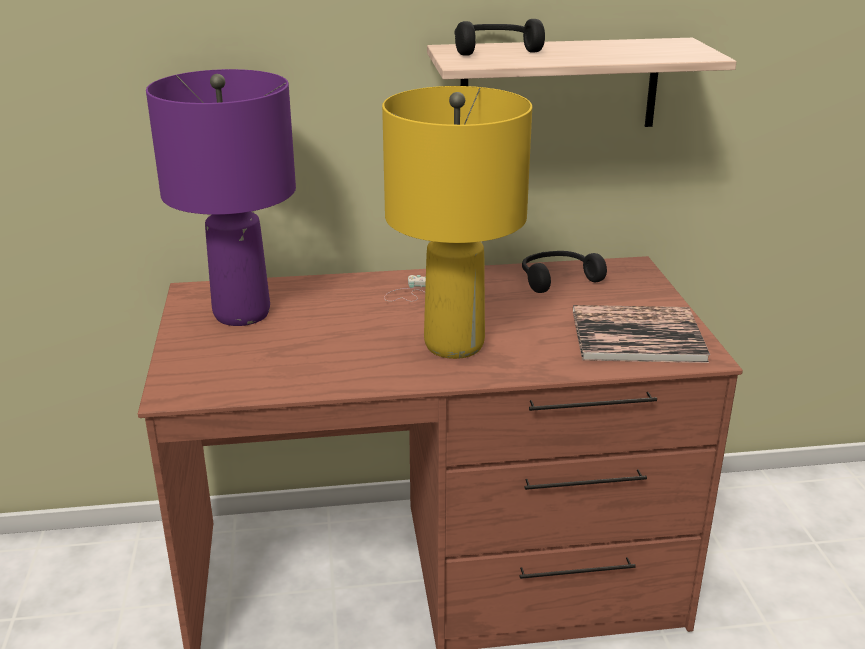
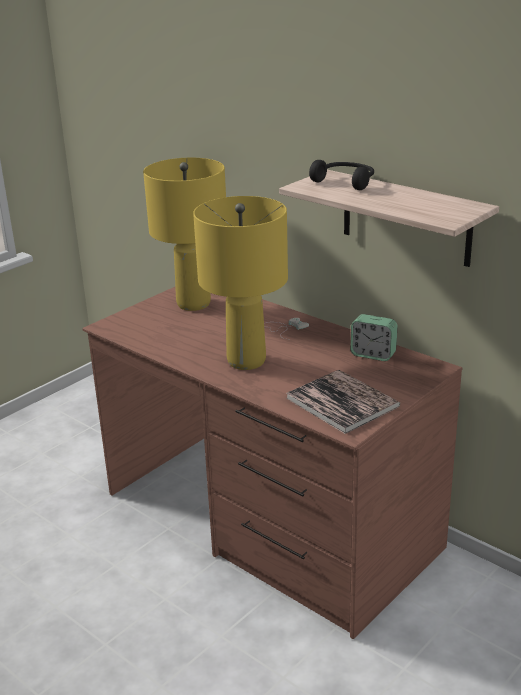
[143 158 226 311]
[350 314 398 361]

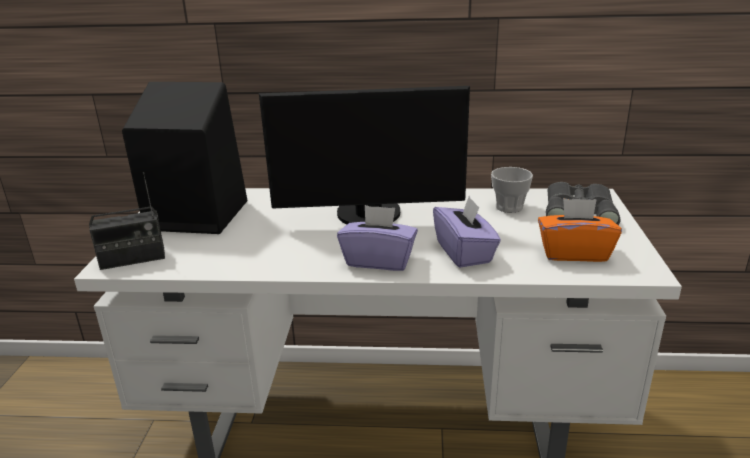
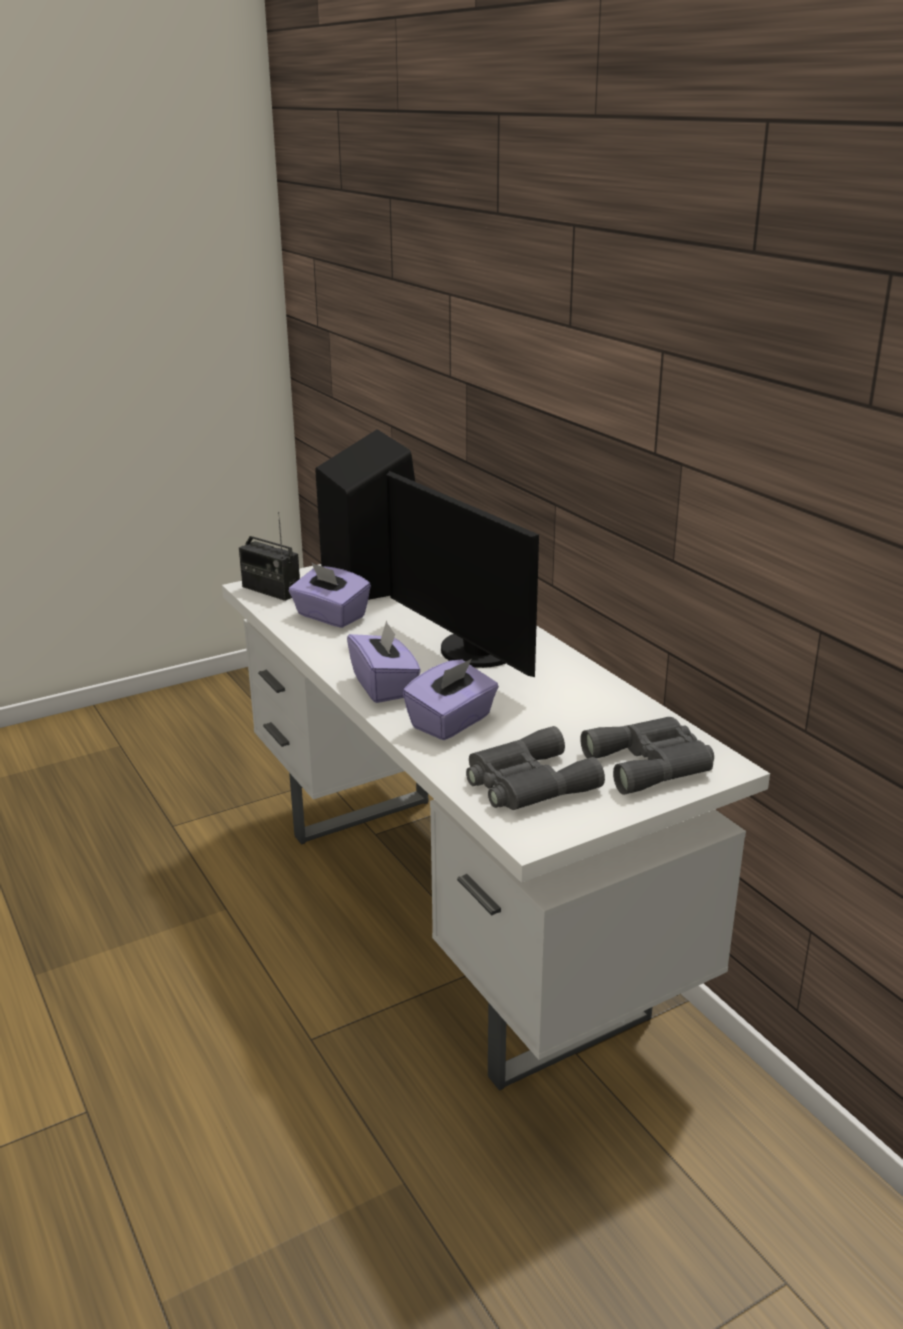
[289 562 371 628]
[466 726 605 810]
[491 167 533 213] (first image)

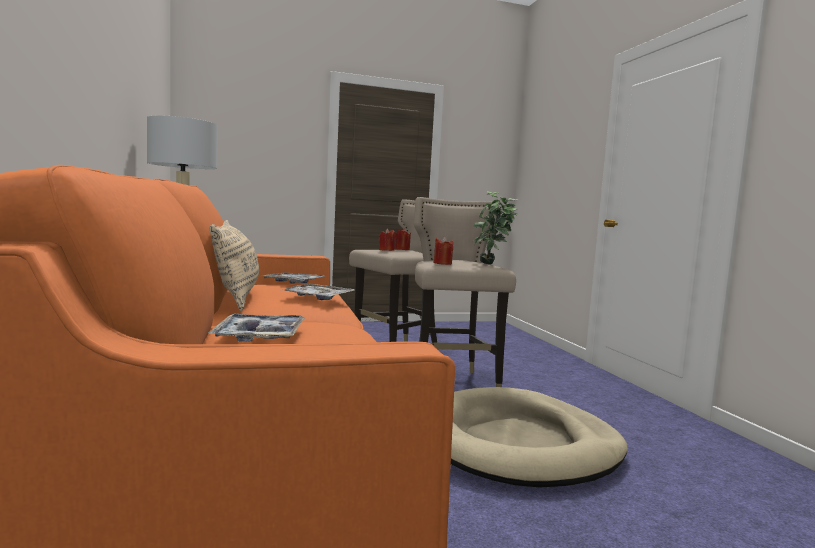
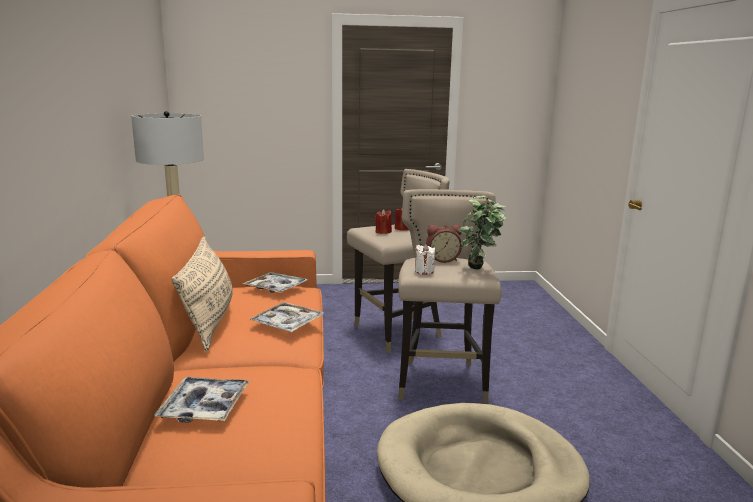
[415 244 435 275]
[426 225 462 263]

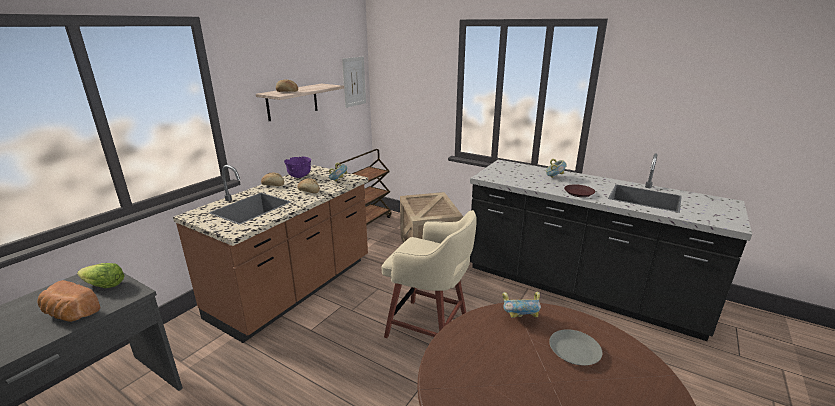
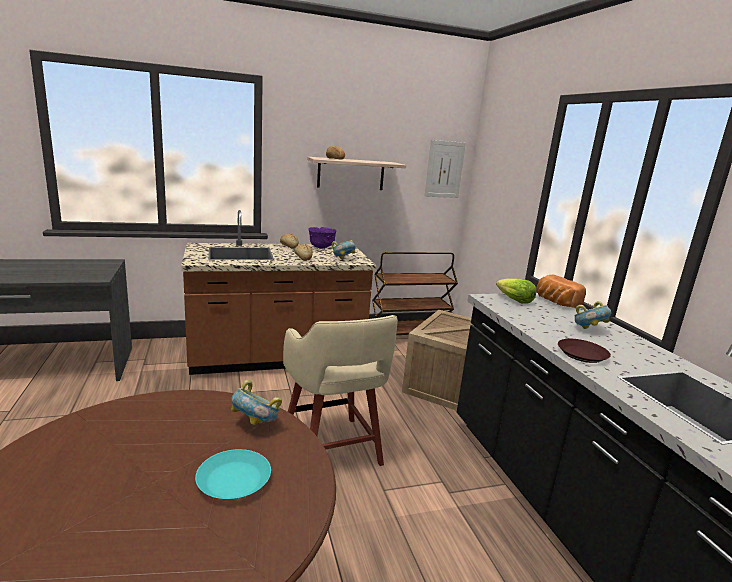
[195 449 271 500]
[496 278 536 303]
[536 275 586 308]

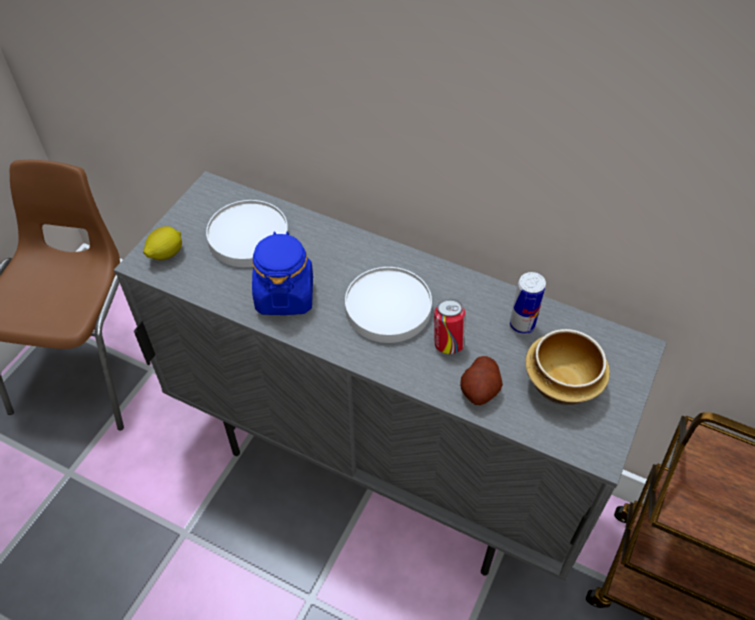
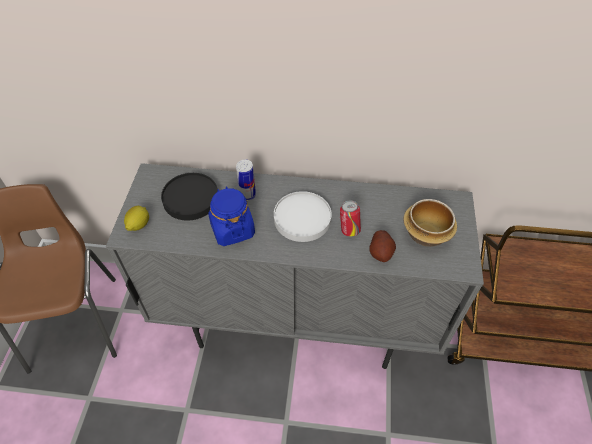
[161 173 218 221]
[236 159 256 201]

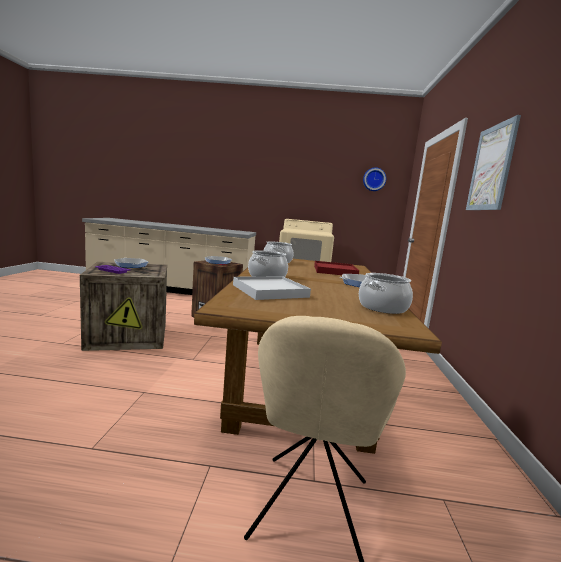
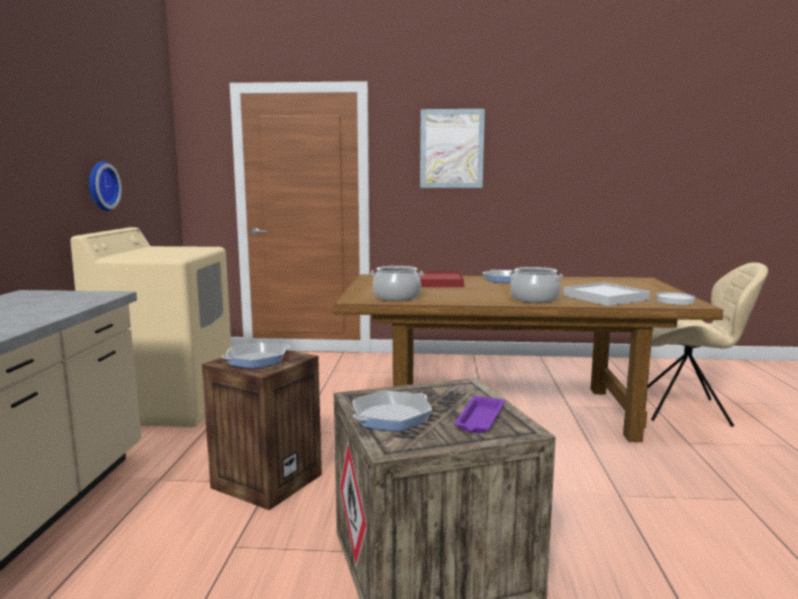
[89 161 122 211]
[656 292 695 305]
[359 273 413 314] (first image)

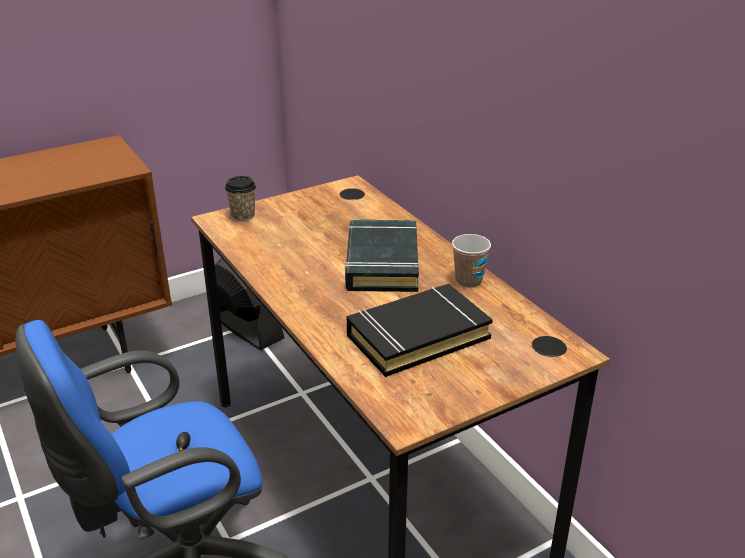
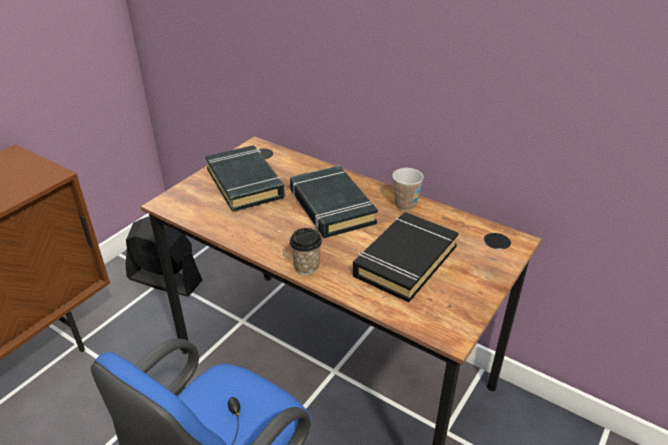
[205 145 285 212]
[290 228 322 275]

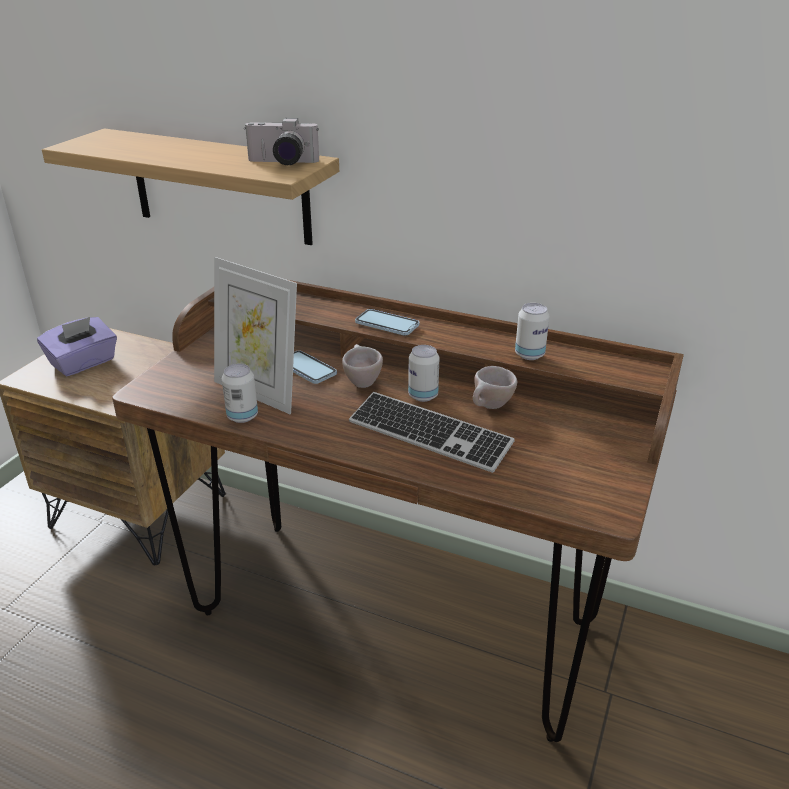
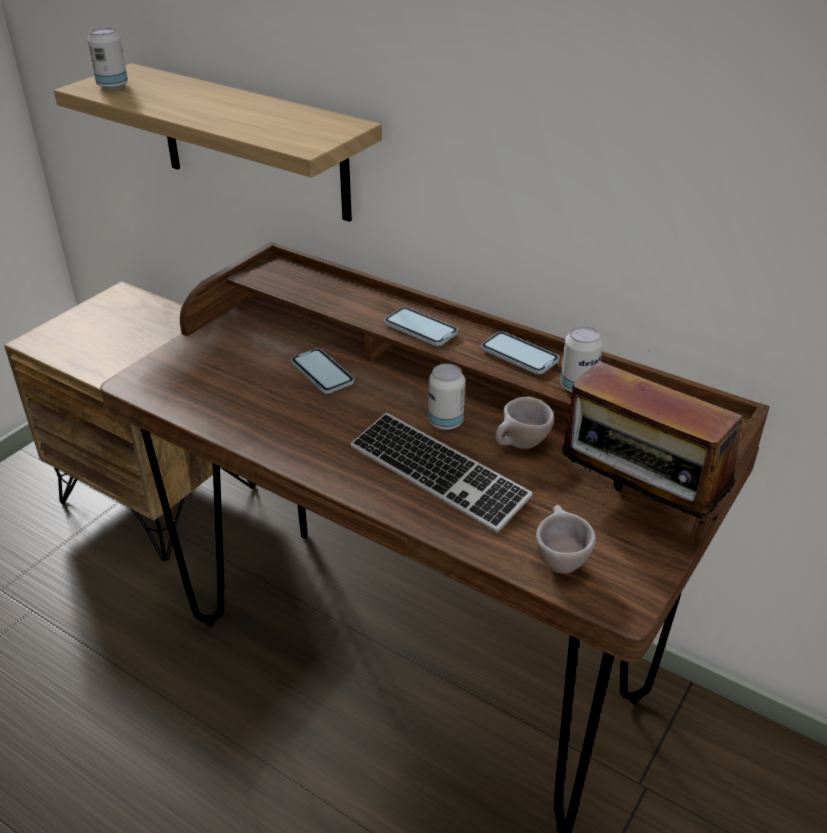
[88 27 128 90]
[481 331 559 374]
[536 505 596 574]
[562 360 742 528]
[37 317 117 377] (first image)
[214 257 297 414] (first image)
[244 118 319 165] (first image)

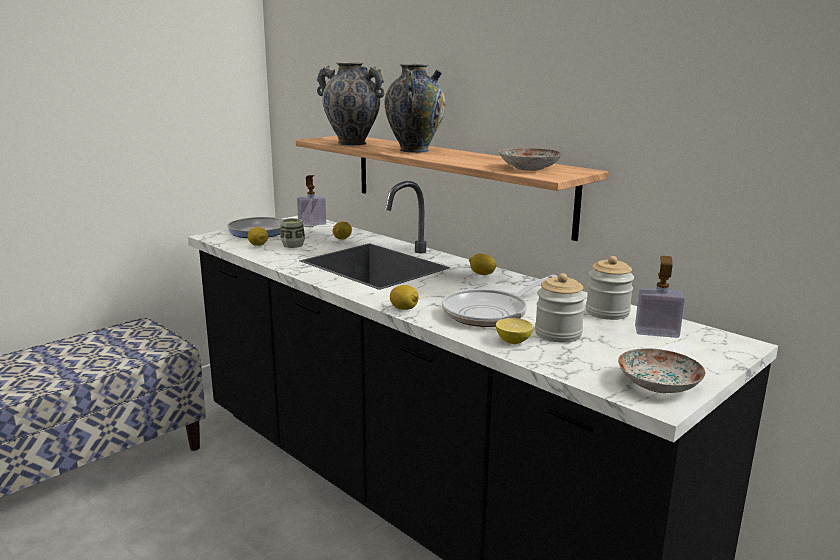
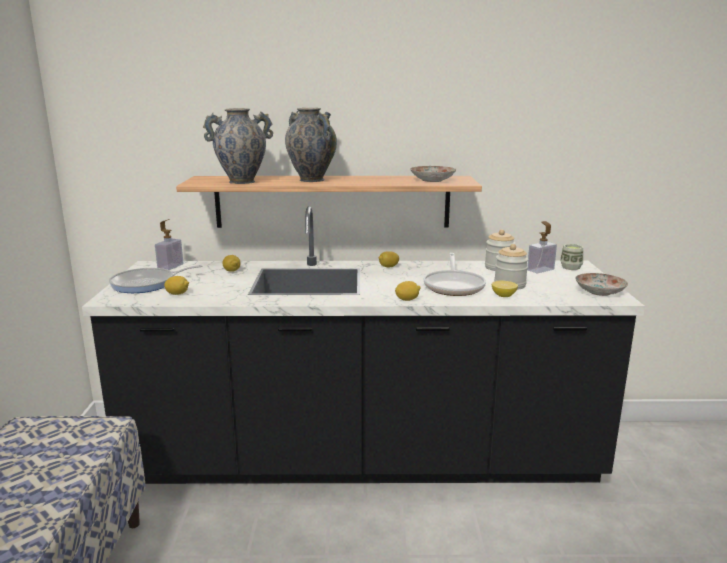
[560 244 583 270]

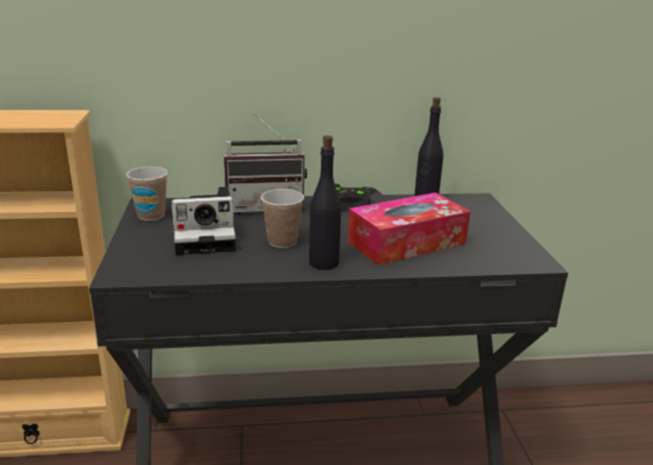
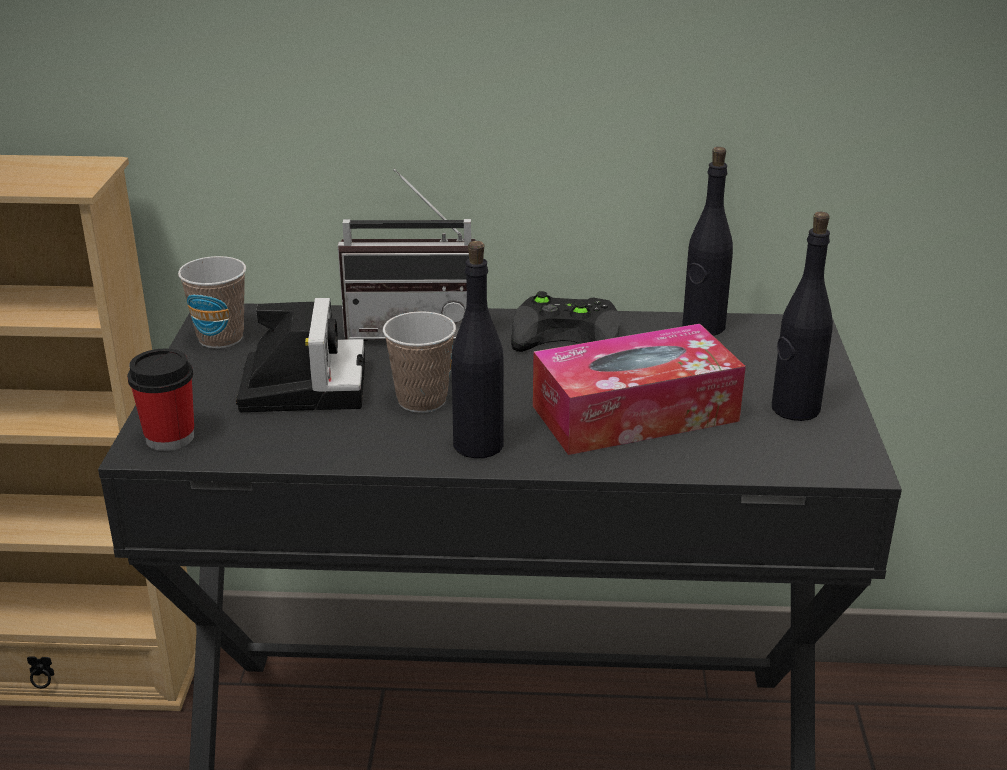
[127 349 194 451]
[236 298 365 412]
[772 212 833 421]

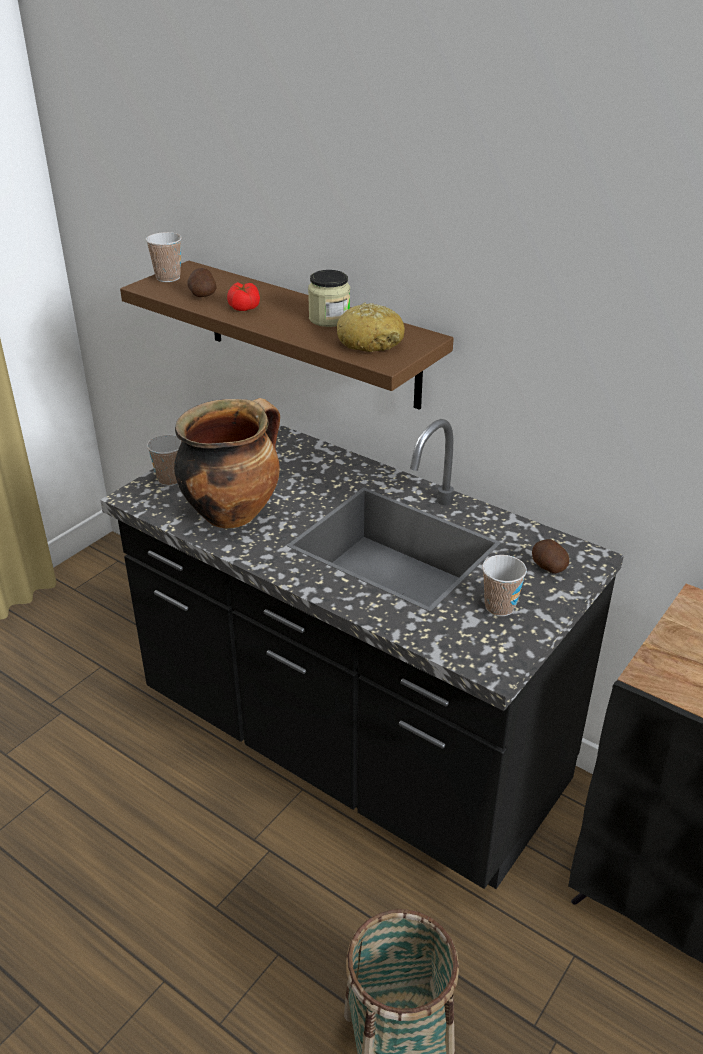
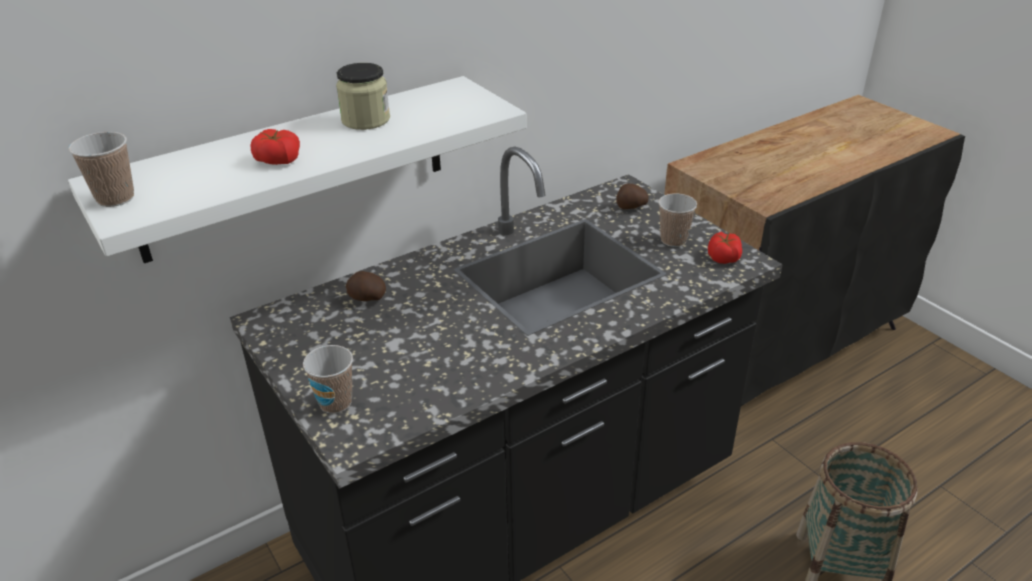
[68 76 527 263]
[346 271 386 301]
[708 232 742 264]
[174 398 280 528] (first image)
[337 303 405 352] (first image)

